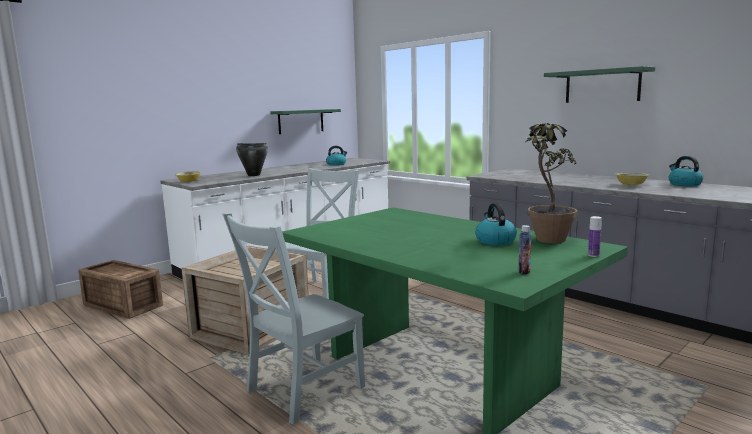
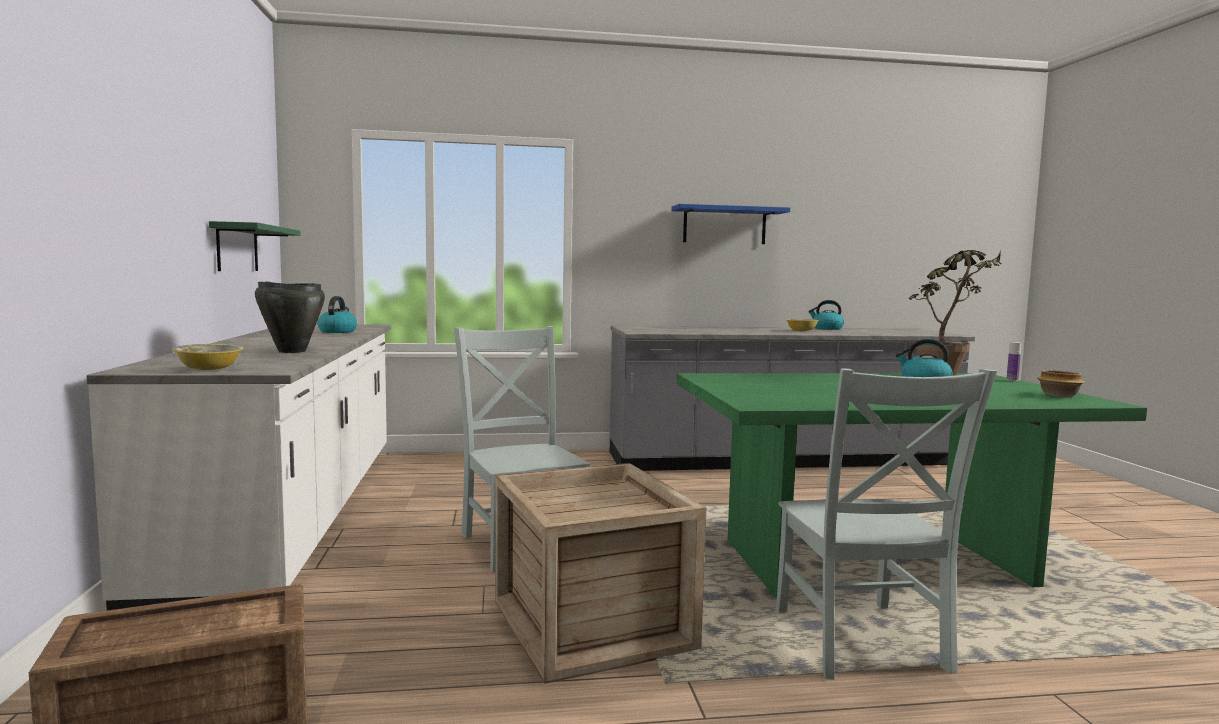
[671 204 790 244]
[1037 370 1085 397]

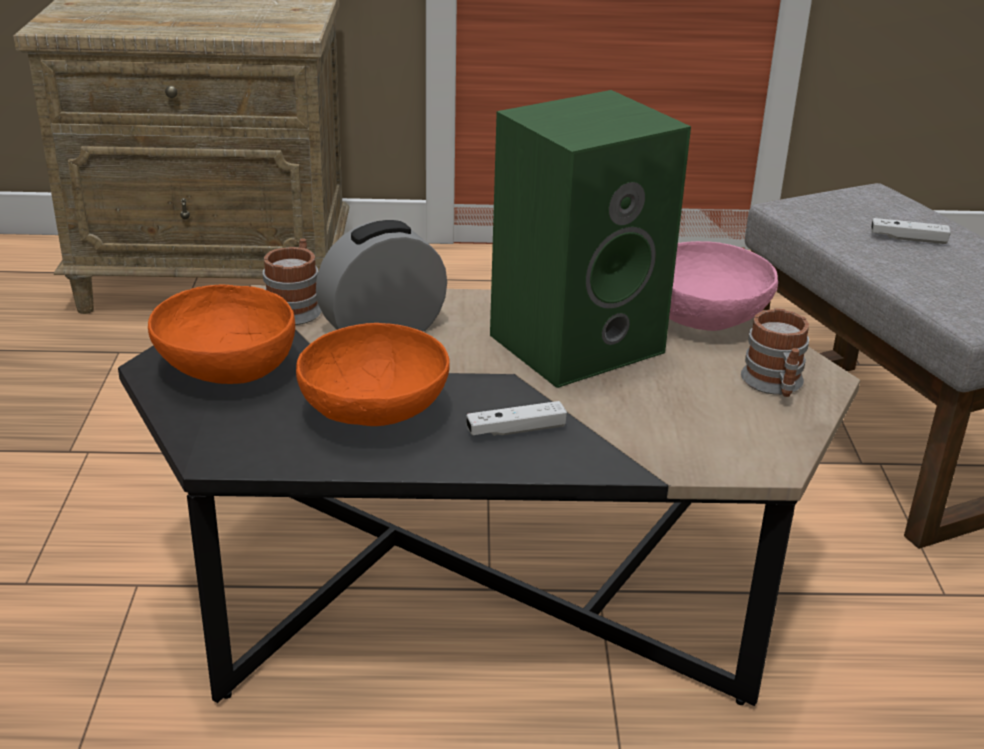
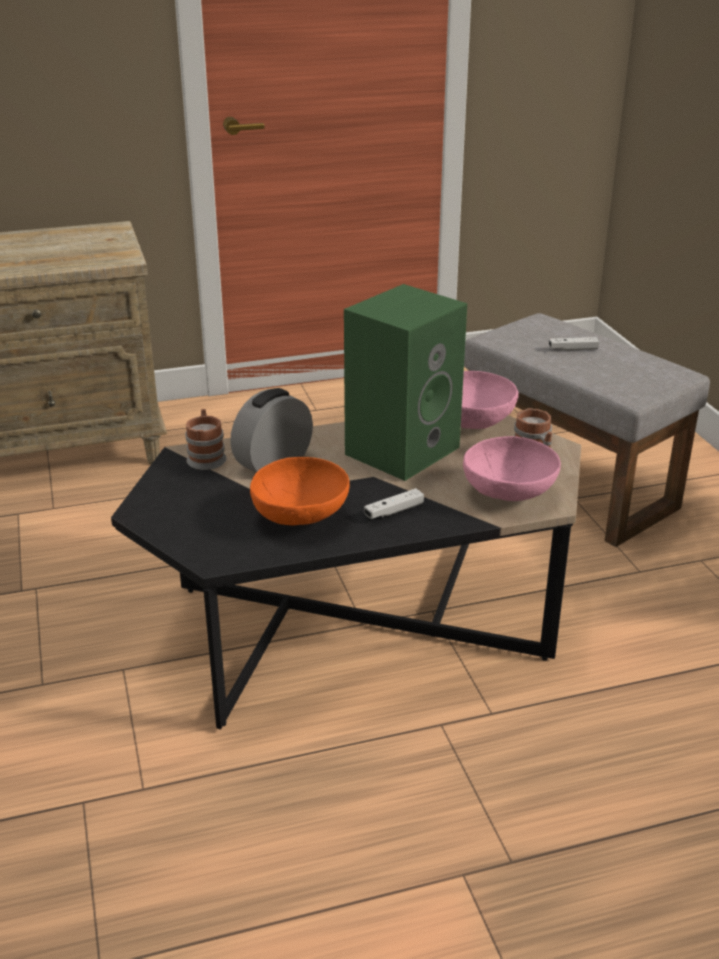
[463 436 561 501]
[148 285 295 384] (first image)

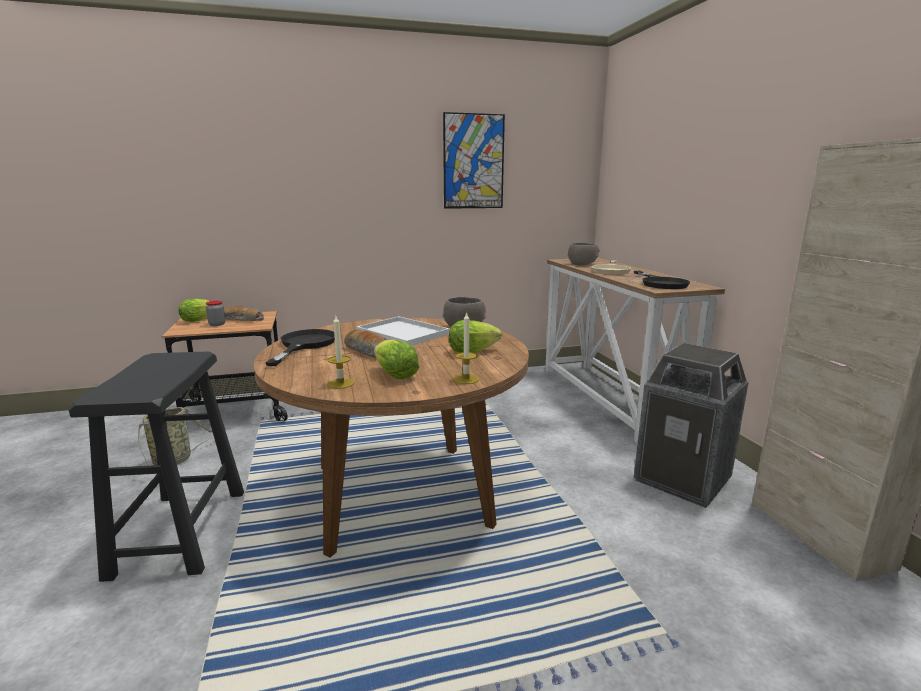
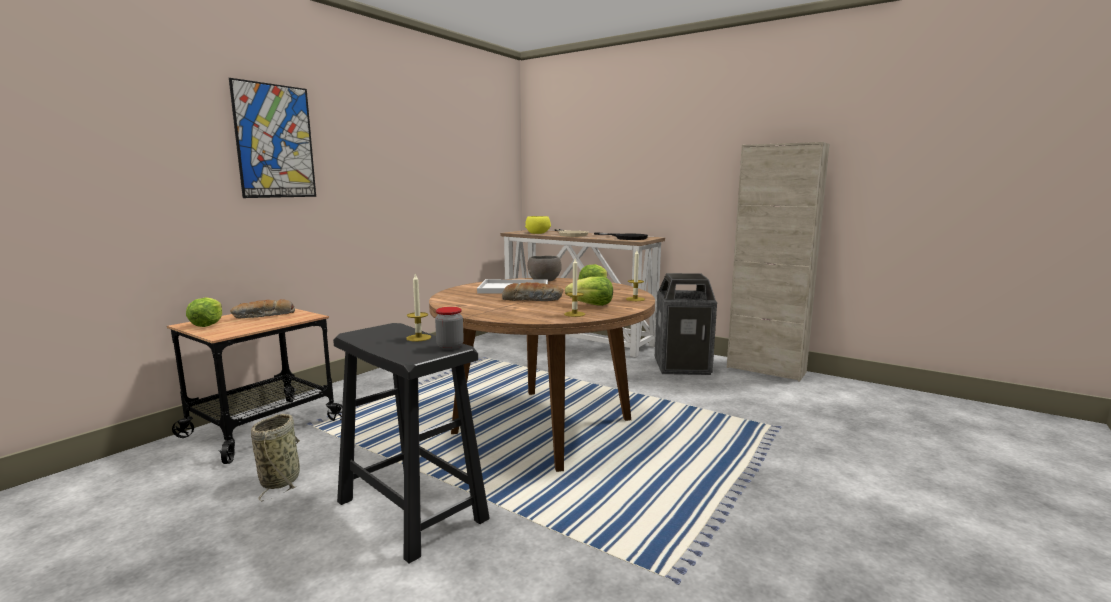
[229 78 316 198]
[406 274 431 342]
[435 307 464 350]
[525 216 551 234]
[265 329 335 366] (first image)

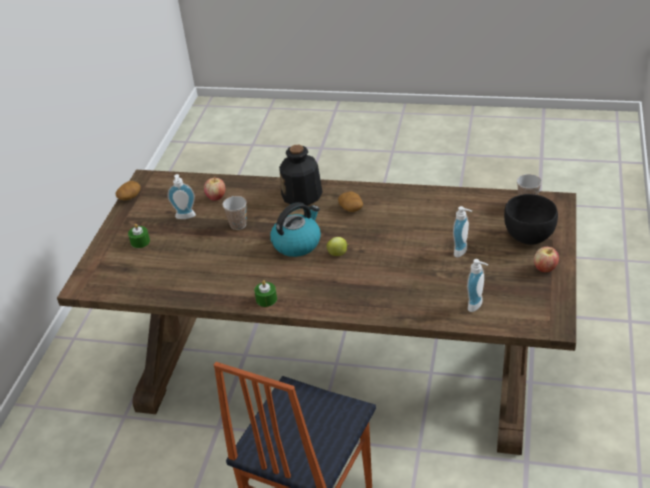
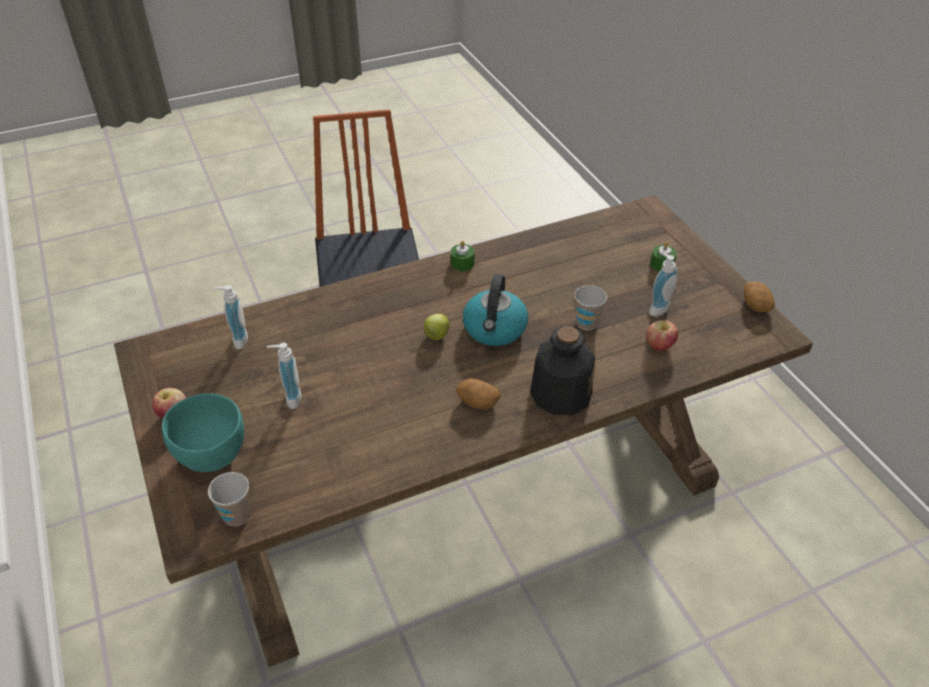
[162 393 244 472]

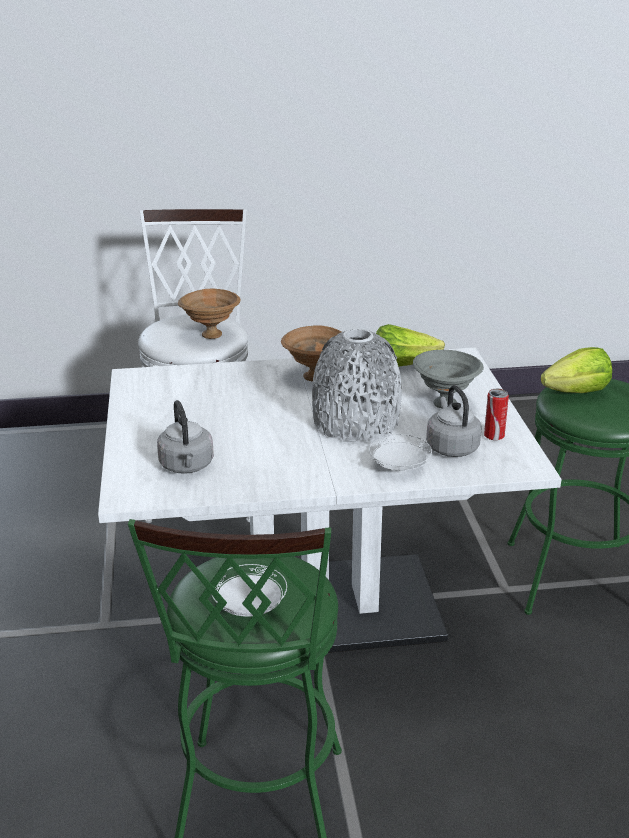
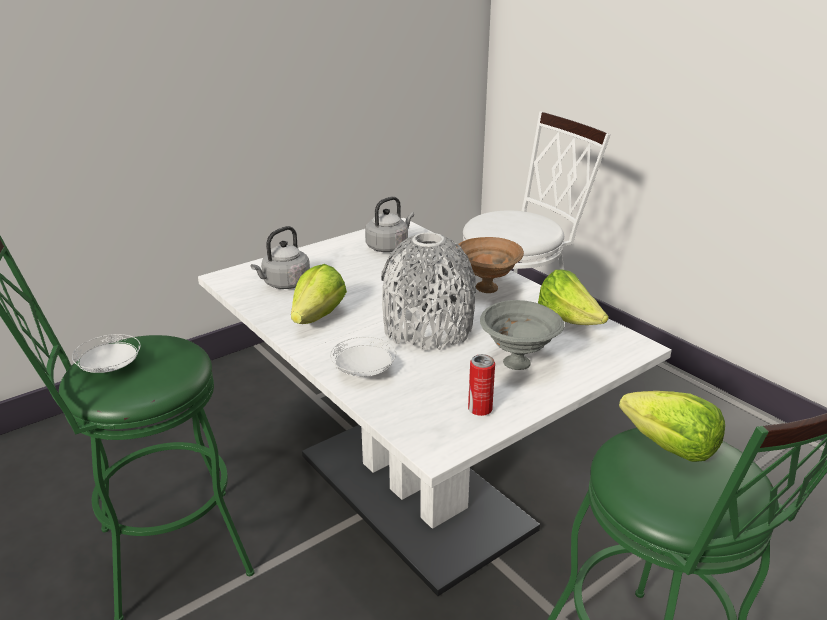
[291 264 347 324]
[365 196 414 252]
[178 289 241 339] (first image)

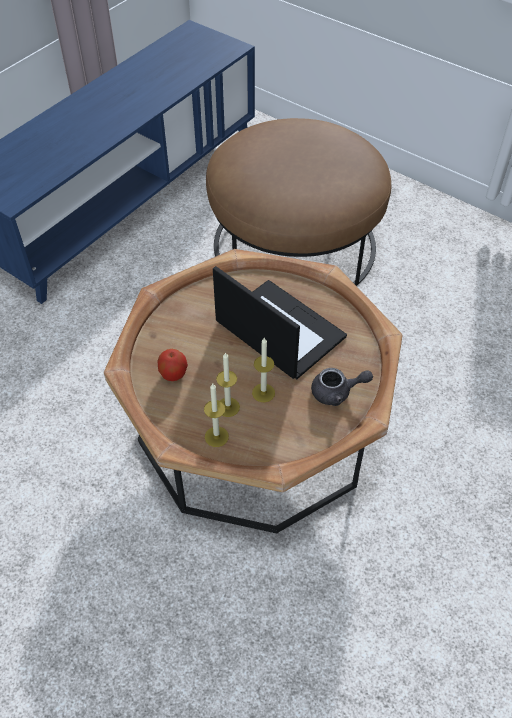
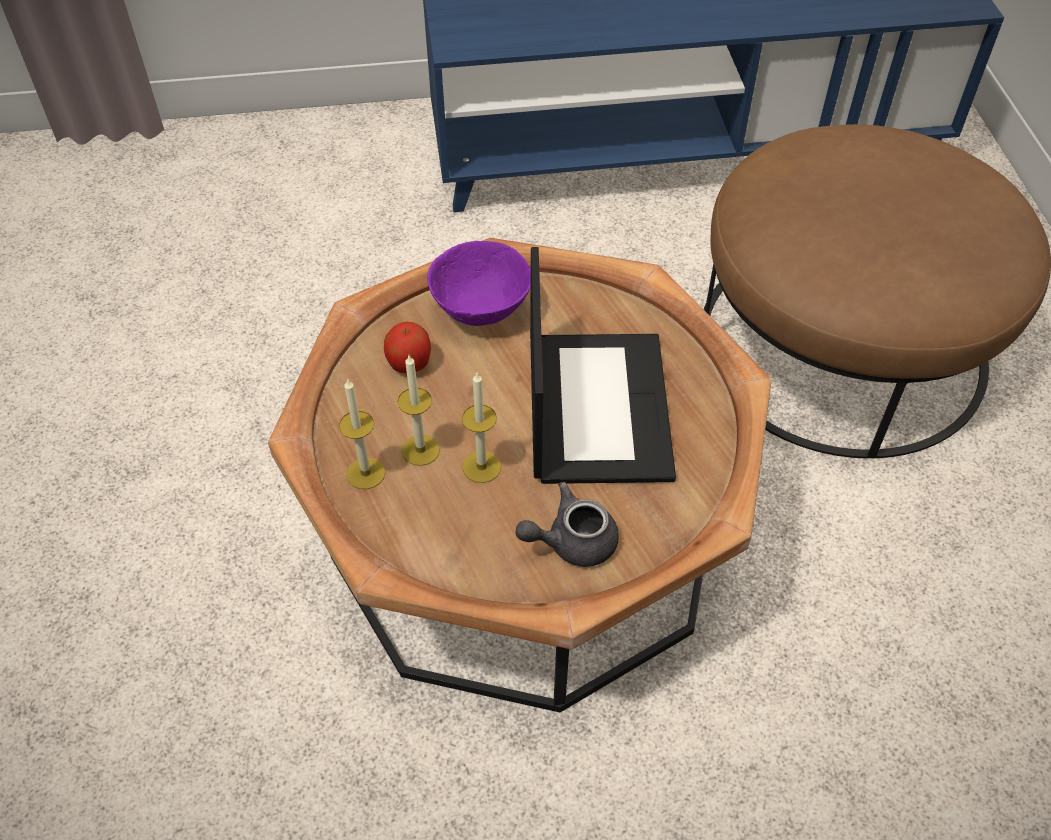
[427 241 531 326]
[515 482 619 567]

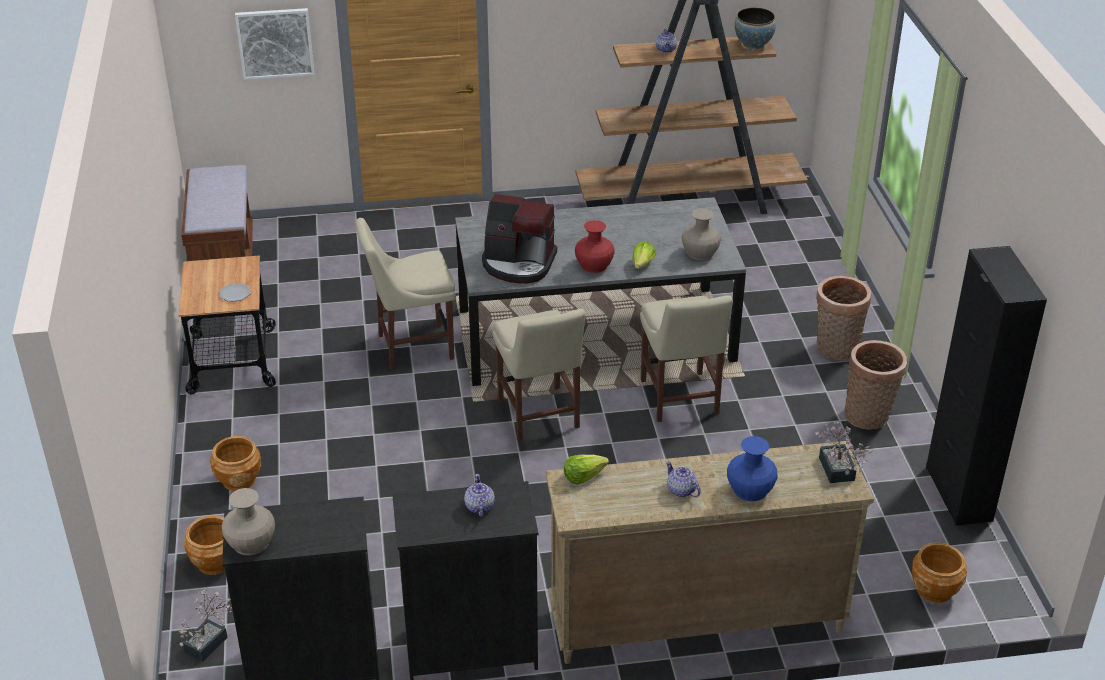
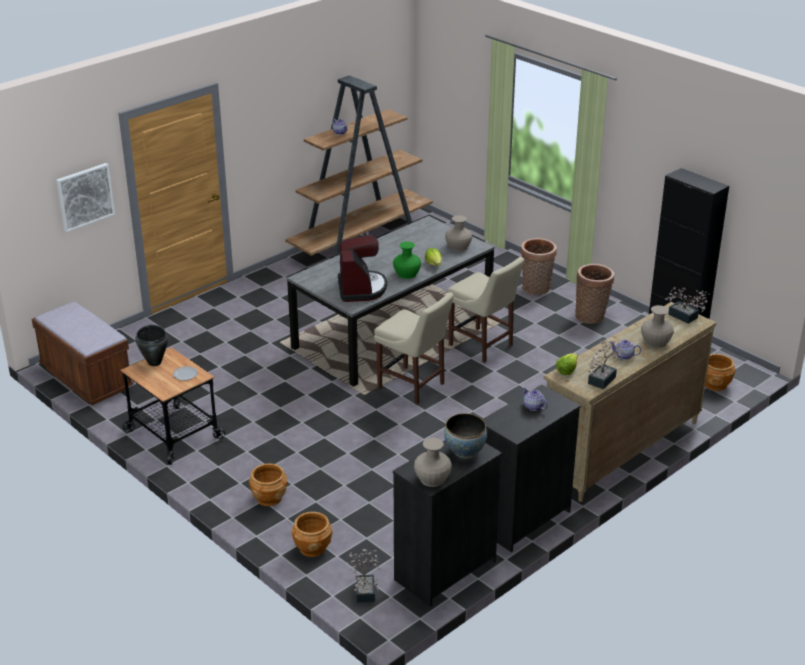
[135 325 168 366]
[338 235 387 302]
[393 241 421 279]
[444 413 487 458]
[588 340 625 389]
[641 305 674 348]
[355 218 455 370] (first image)

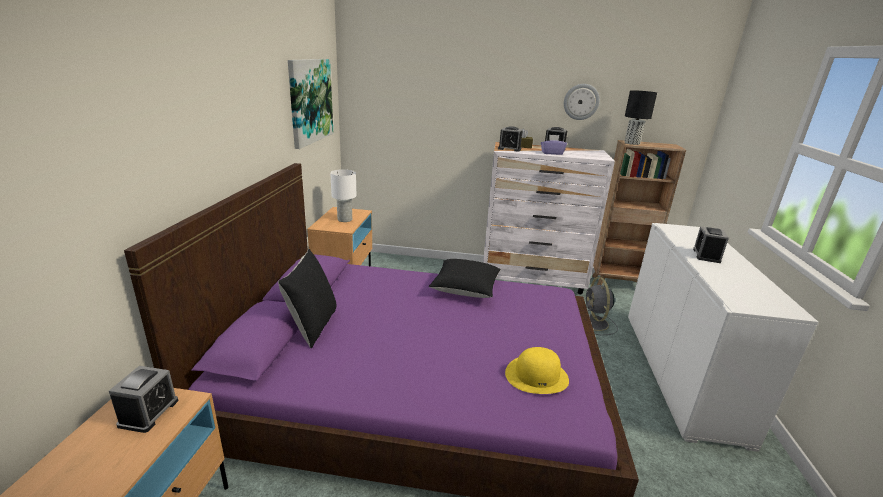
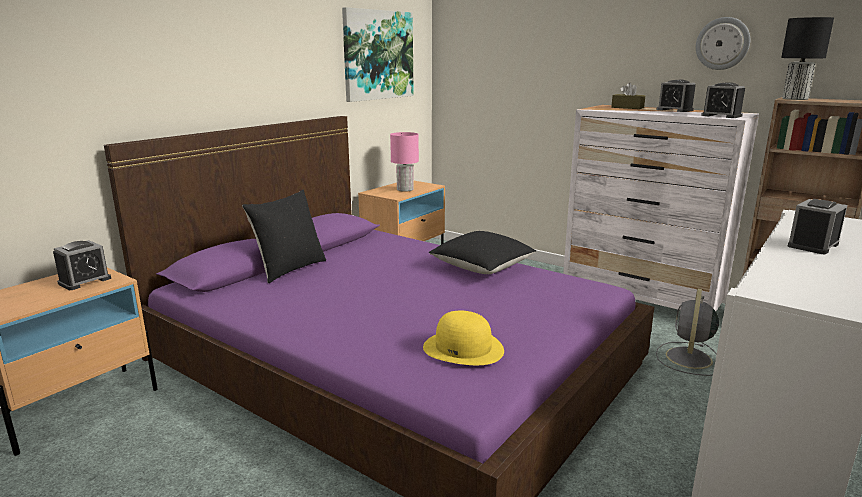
[390 132 419 192]
[701 82 745 118]
[541 135 567 155] (first image)

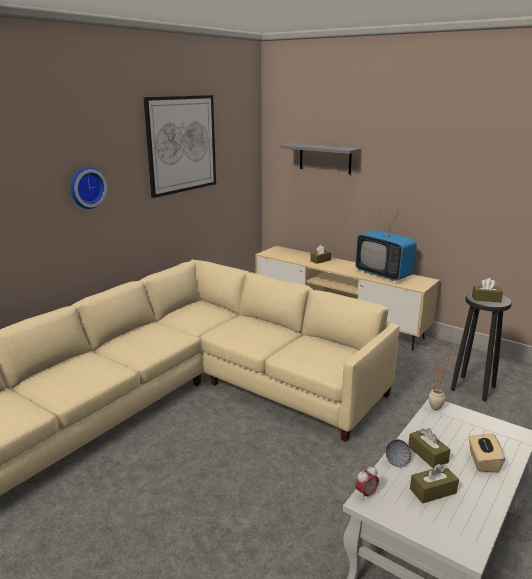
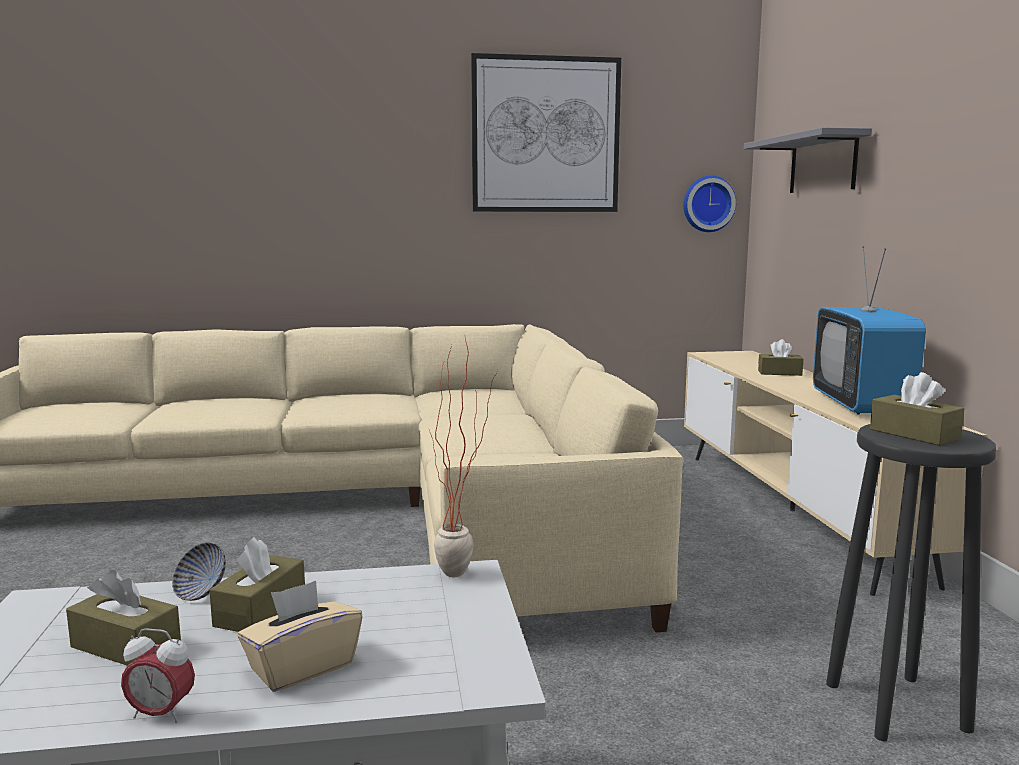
[121 628 195 723]
[683 176 736 232]

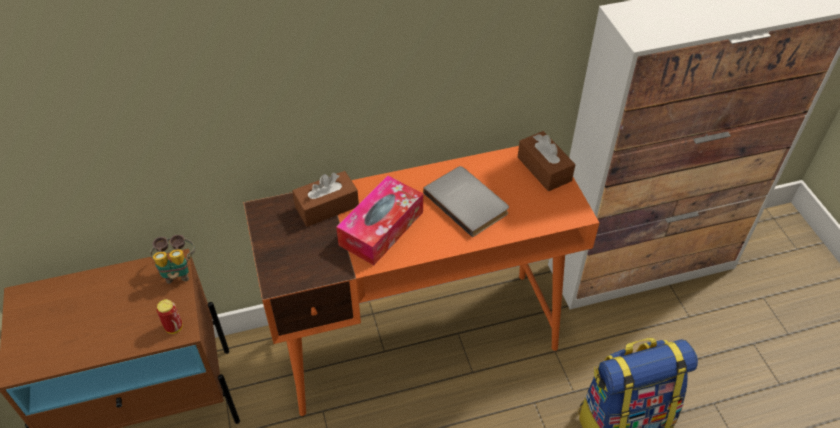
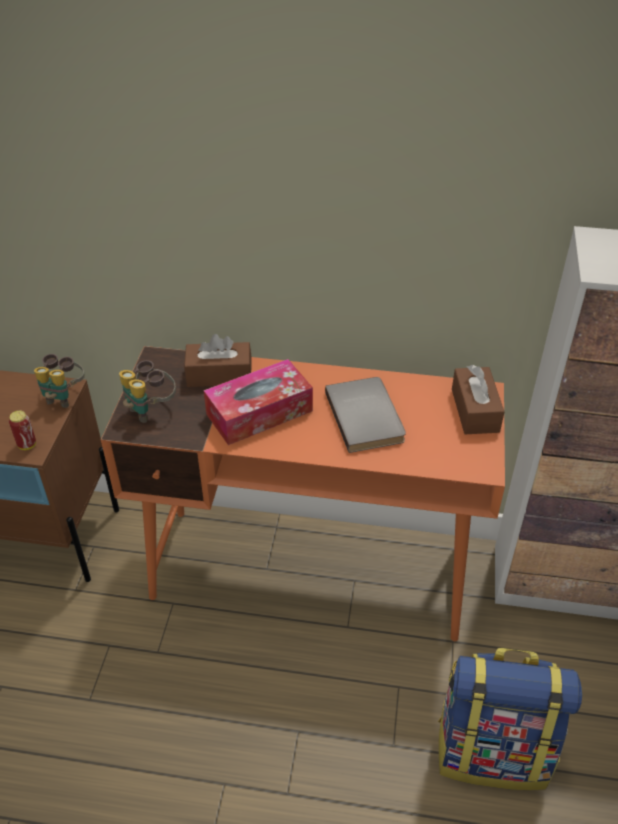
[119 360 176 423]

